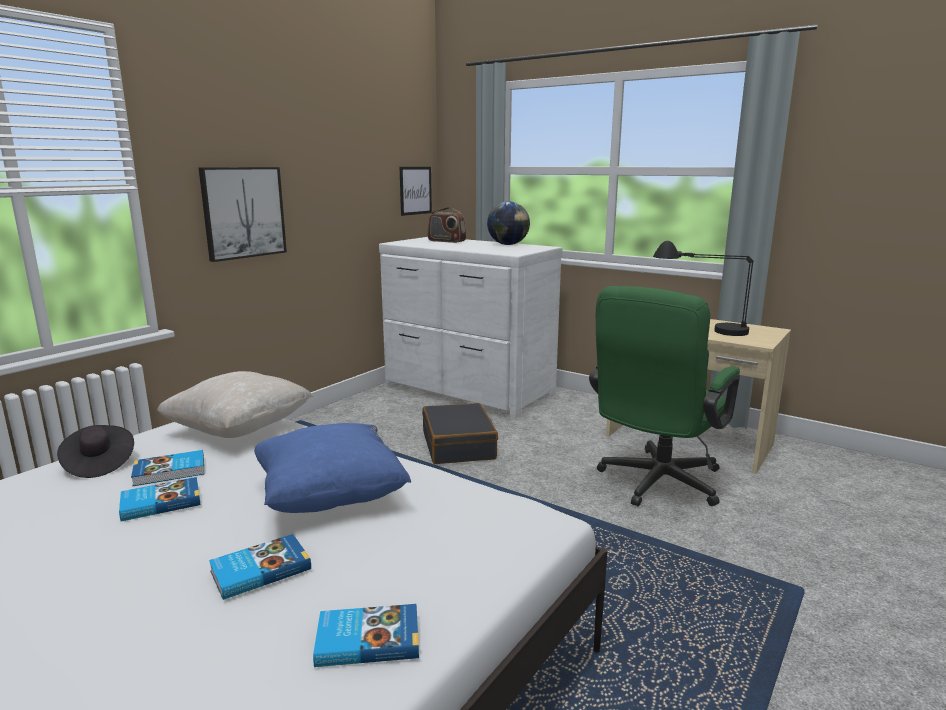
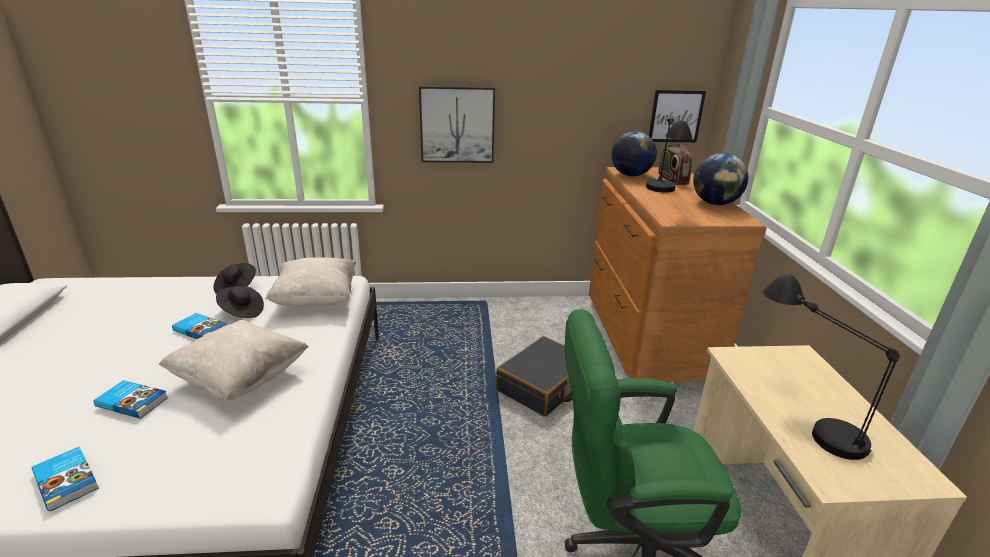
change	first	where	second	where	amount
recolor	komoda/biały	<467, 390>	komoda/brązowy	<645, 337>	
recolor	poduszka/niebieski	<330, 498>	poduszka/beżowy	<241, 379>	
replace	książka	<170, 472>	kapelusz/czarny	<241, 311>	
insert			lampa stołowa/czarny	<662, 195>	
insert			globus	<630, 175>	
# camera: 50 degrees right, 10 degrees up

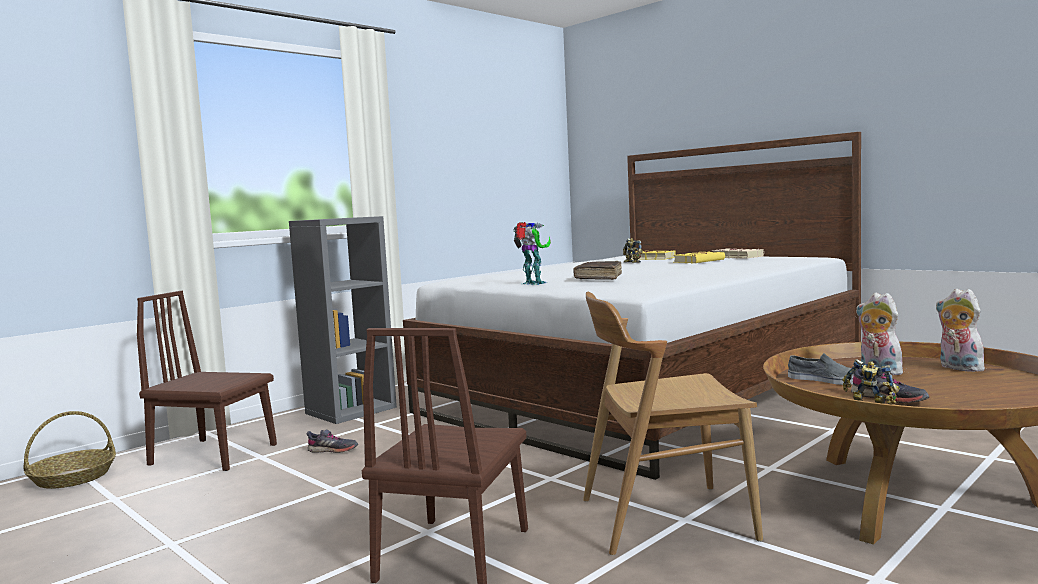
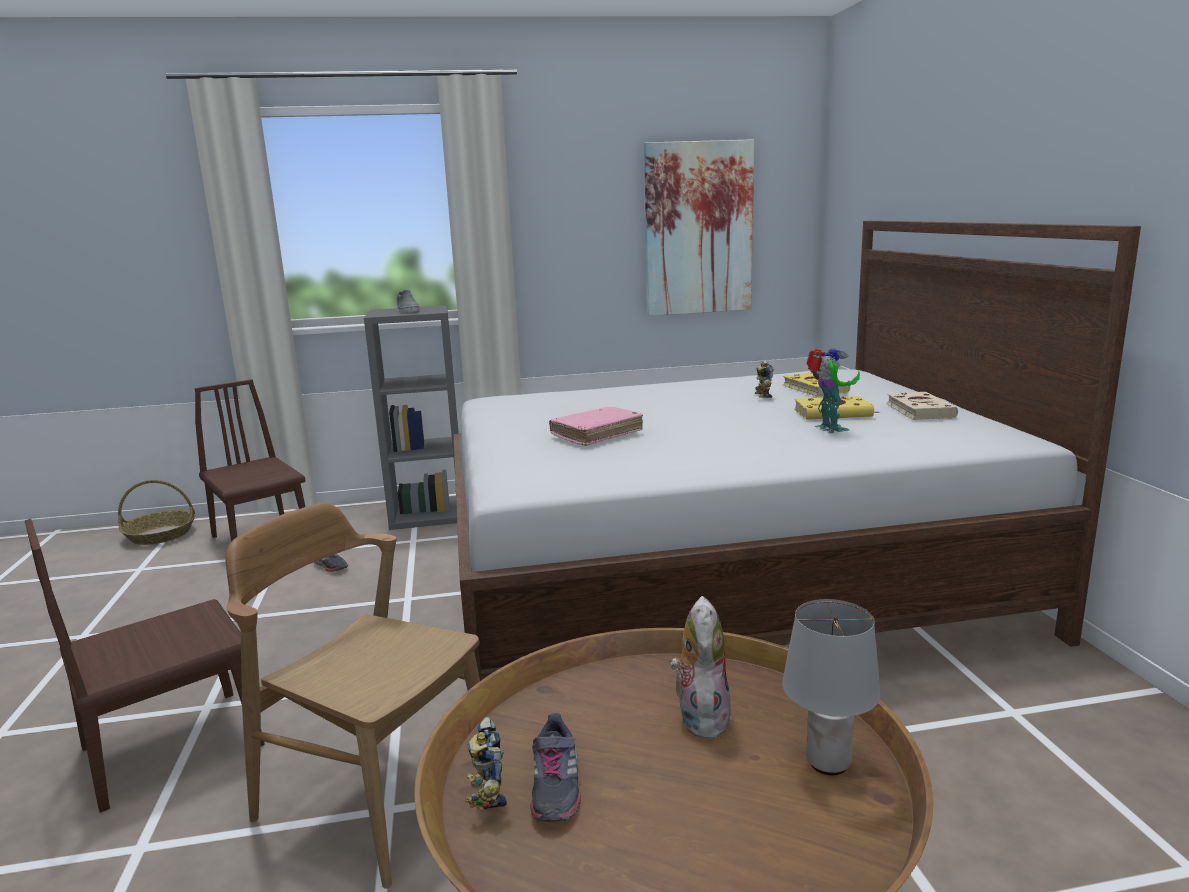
change	first	where	second	where	amount
move	robot zabawkowy	<533, 284>		<829, 429>	
recolor	książka/brązowy	<598, 278>	książka/różowy	<597, 434>	
replace	pluszak	<958, 368>	lampa stołowa/szary	<828, 763>	
move	but/szary	<826, 380>		<407, 310>	
insert			obraz	<698, 229>	
# camera: 35 degrees right, 10 degrees up

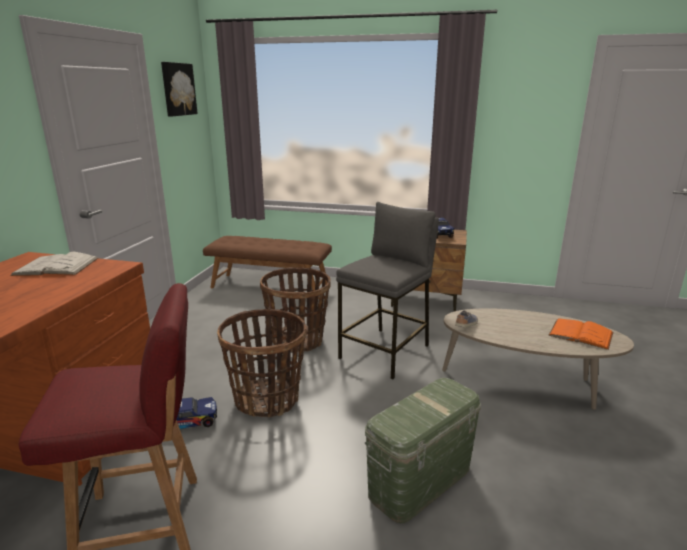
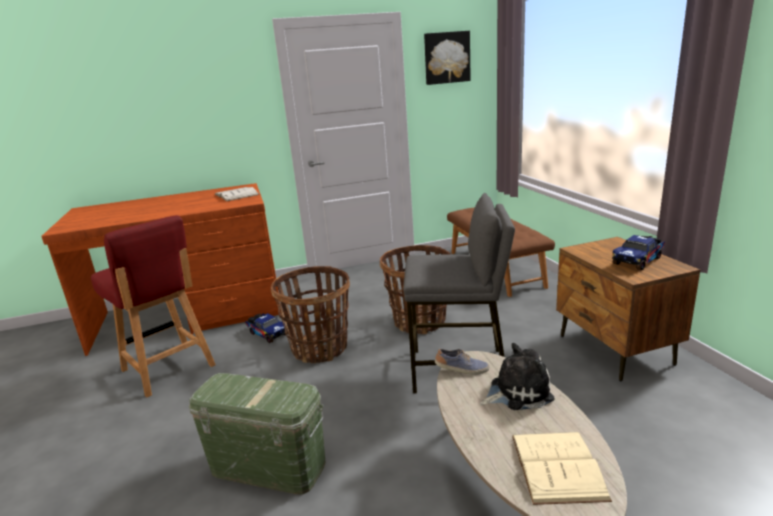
change	first	where	second	where	amount
recolor	książka/pomarańczowy	<581, 334>	książka/beżowy	<557, 466>	
insert			pluszak	<517, 392>	
# camera: 60 degrees right, 0 degrees up

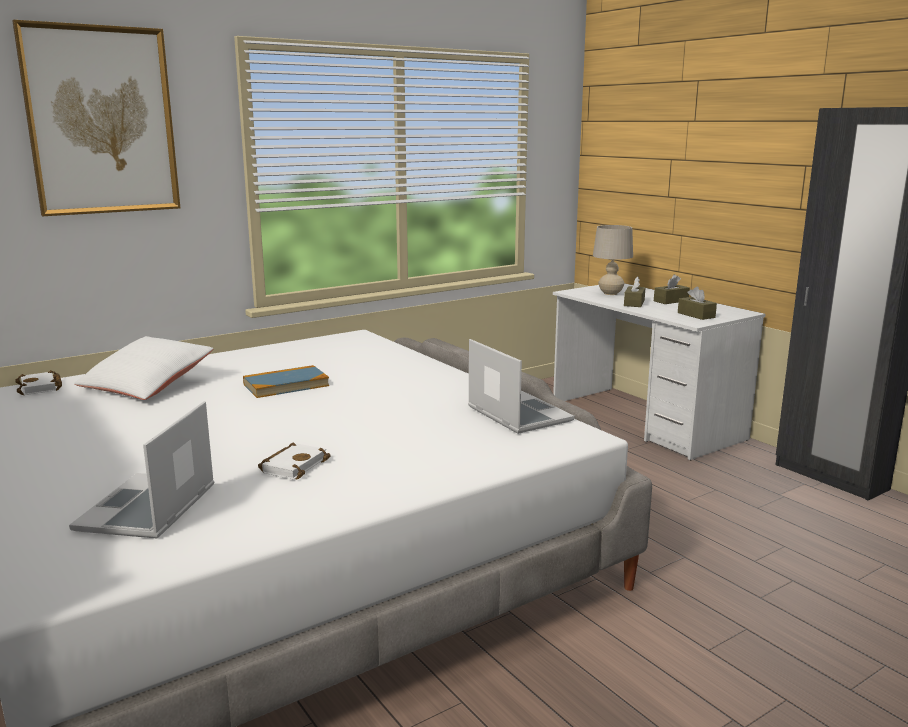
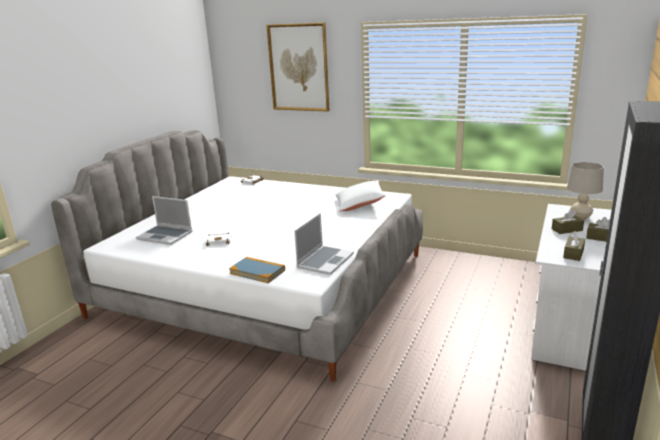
change	first	where	second	where	amount
move	poduszka/biały	<147, 385>		<359, 204>	
move	książka	<286, 385>		<257, 272>	
rotate	laptop	<148, 509>		<166, 236>	135 degrees counterclockwise
# camera: 60 degrees right, 5 degrees up

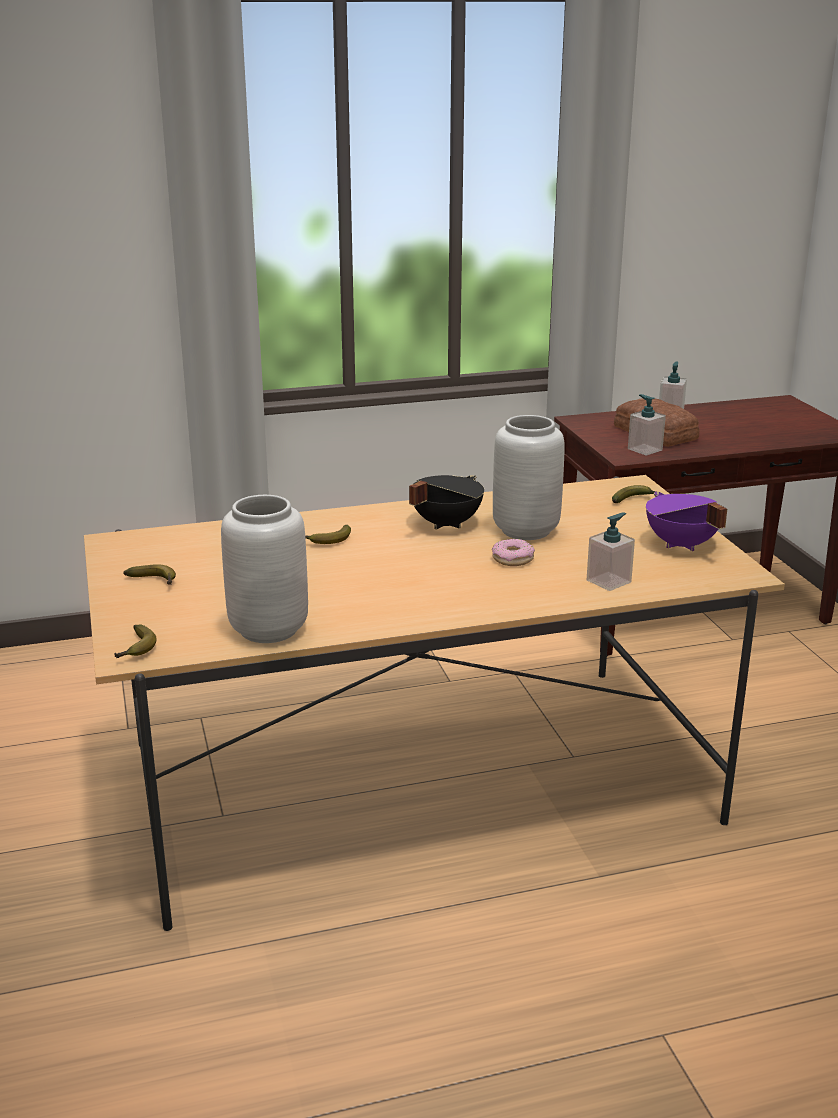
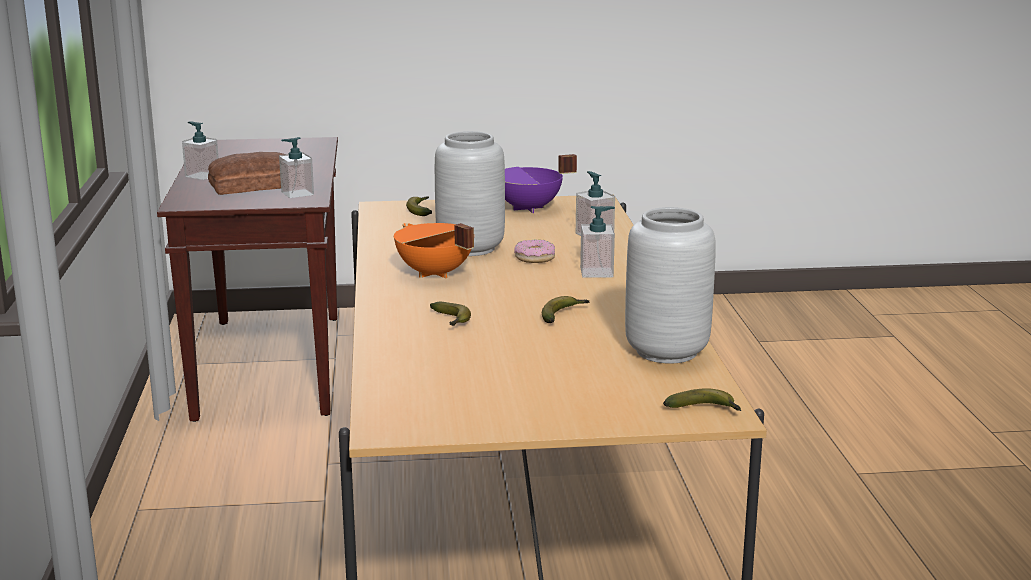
change	first	where	second	where	amount
recolor	garnek/czarny	<444, 523>	garnek/pomarańczowy	<434, 274>	
move	banan	<155, 581>		<563, 315>	
insert			dozownik mydła	<597, 272>	
# camera: 80 degrees left, 5 degrees down

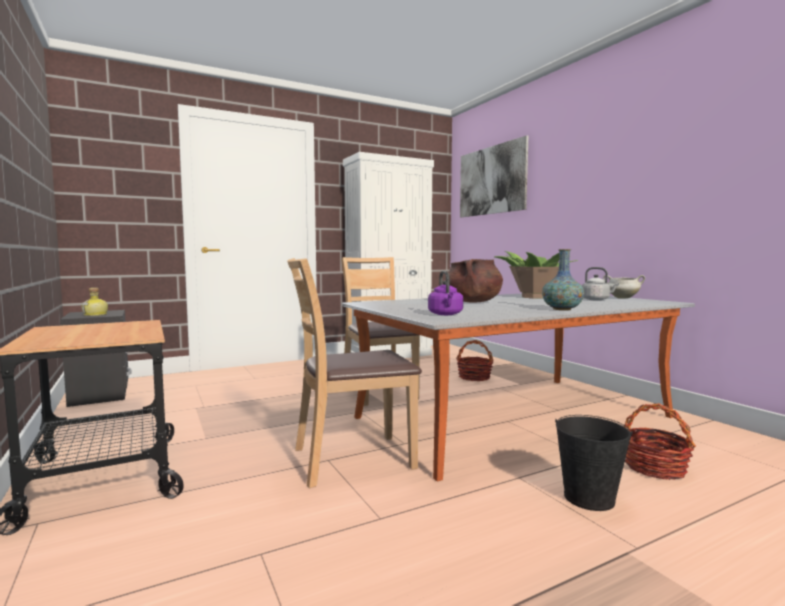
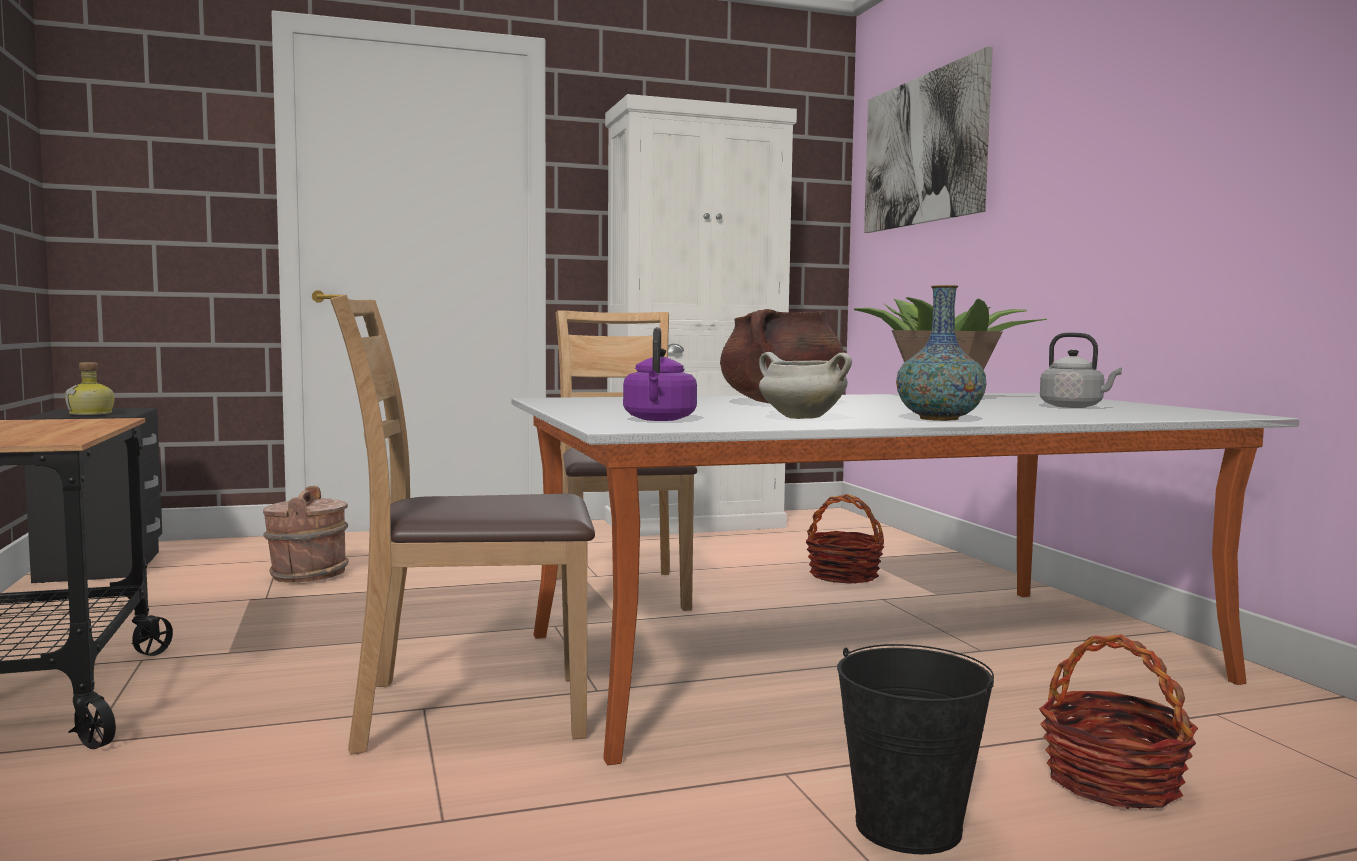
change	first	where	second	where	amount
move	garnek/biały	<622, 298>		<800, 418>	
insert			wiadro/brązowy	<307, 575>	
# camera: 10 degrees right, 0 degrees up

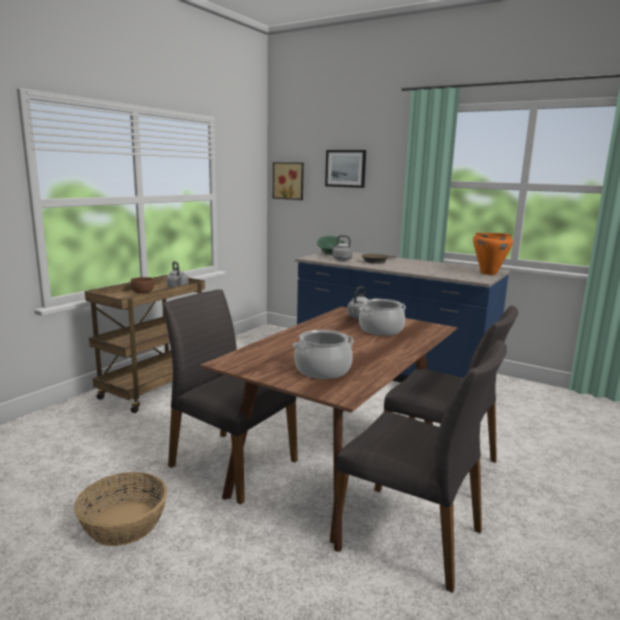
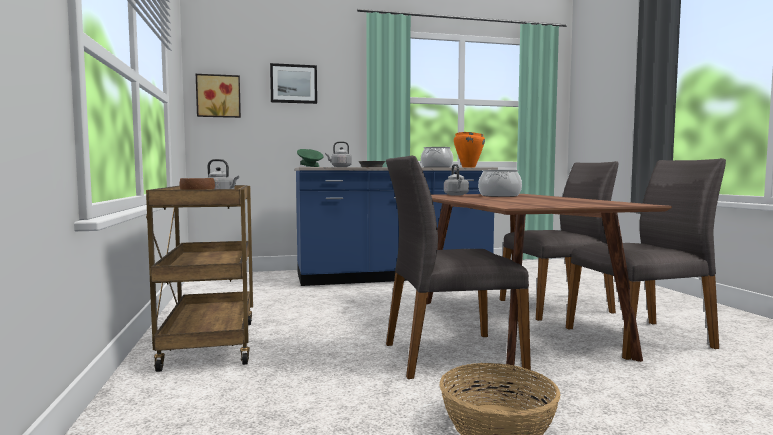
change	first	where	second	where	amount
move	garnek	<322, 370>		<436, 167>	
# camera: 45 degrees left, 10 degrees down

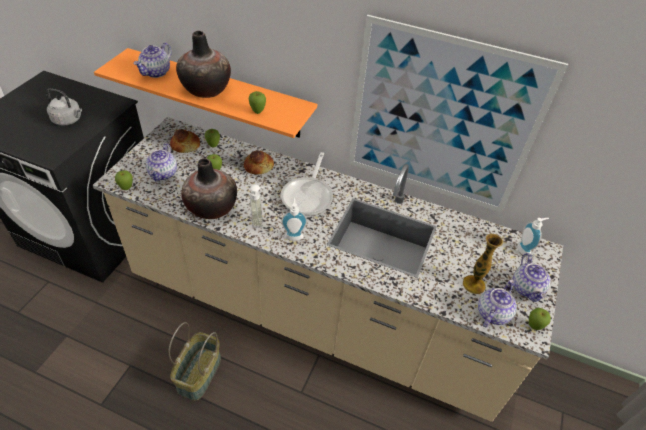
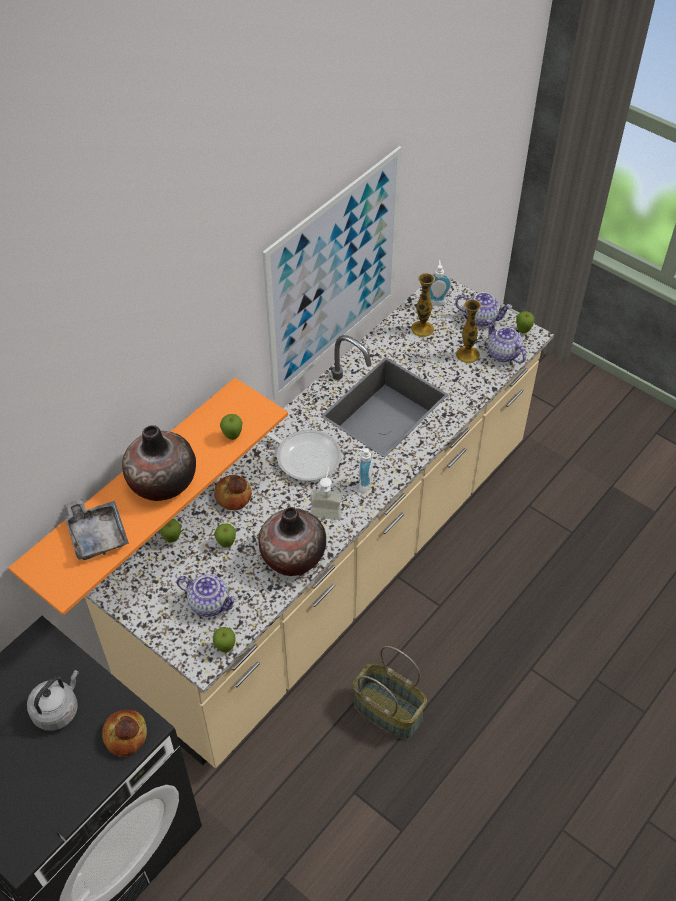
change	first	where	second	where	amount
replace	imbryk	<156, 72>	taca/szary	<97, 535>	
move	chleb	<185, 145>		<125, 735>	
insert			wazon	<422, 329>	
# camera: 70 degrees left, 5 degrees up

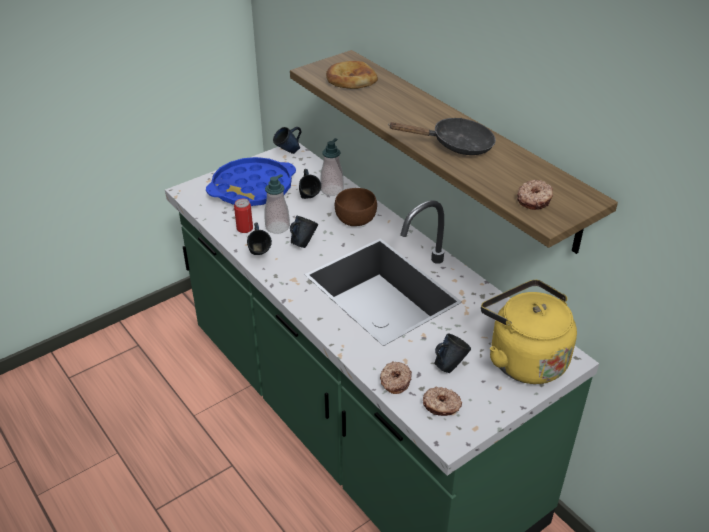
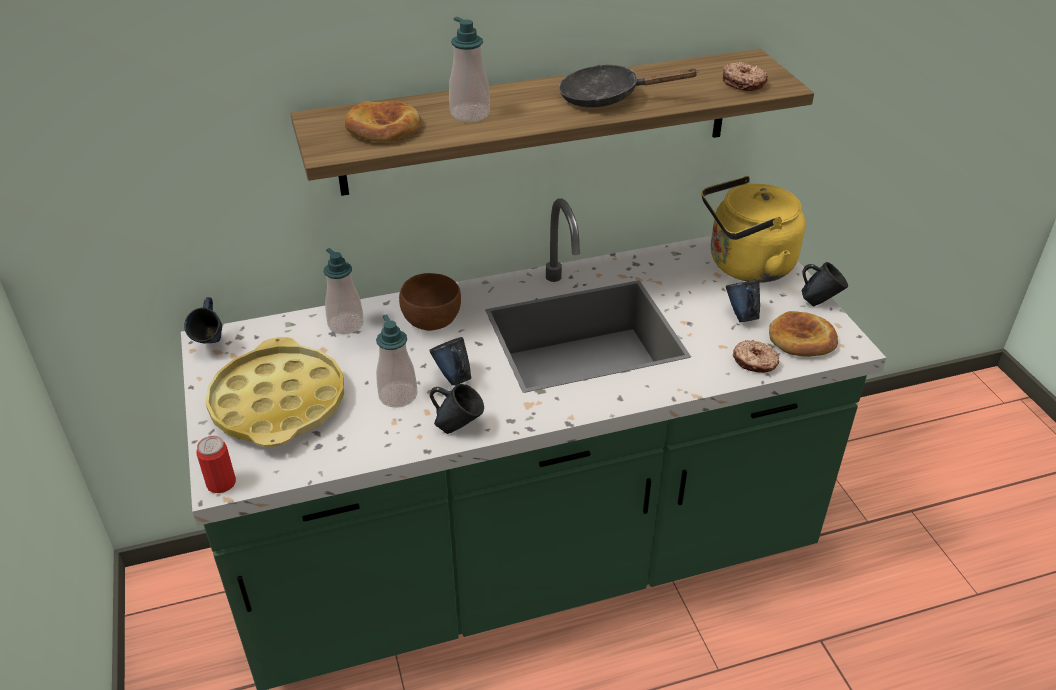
change	first	where	second	where	amount
rotate	patelnia/czarny	<455, 145>		<607, 97>	105 degrees counterclockwise
recolor	taca/niebieski	<252, 188>	taca/żółty	<279, 403>	
move	kubek/niebieski	<309, 200>		<819, 302>	
move	puszka	<244, 228>		<221, 483>	
replace	donut	<441, 406>	chleb	<801, 339>	
insert			dozownik mydła	<470, 114>	
# camera: 70 degrees left, 0 degrees up

